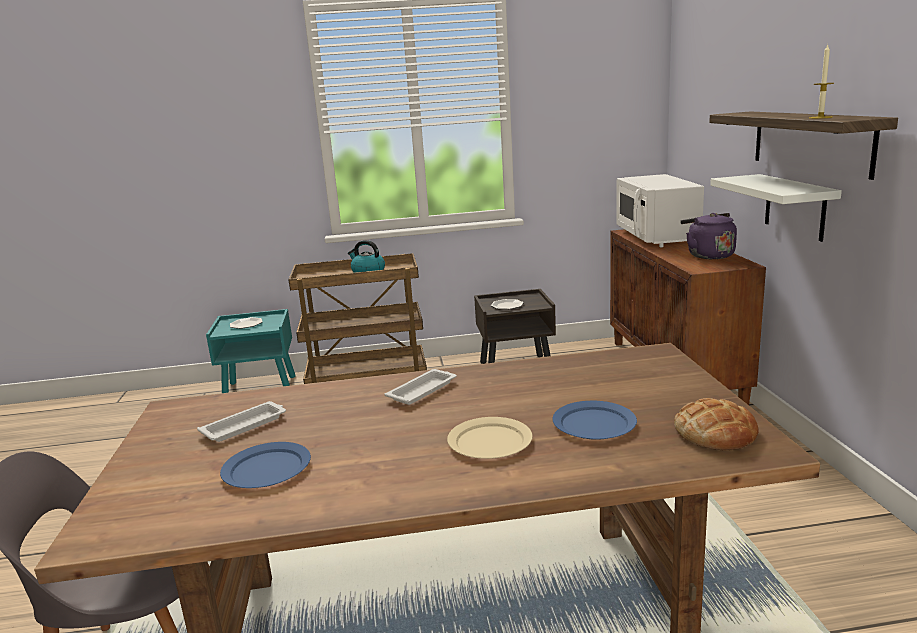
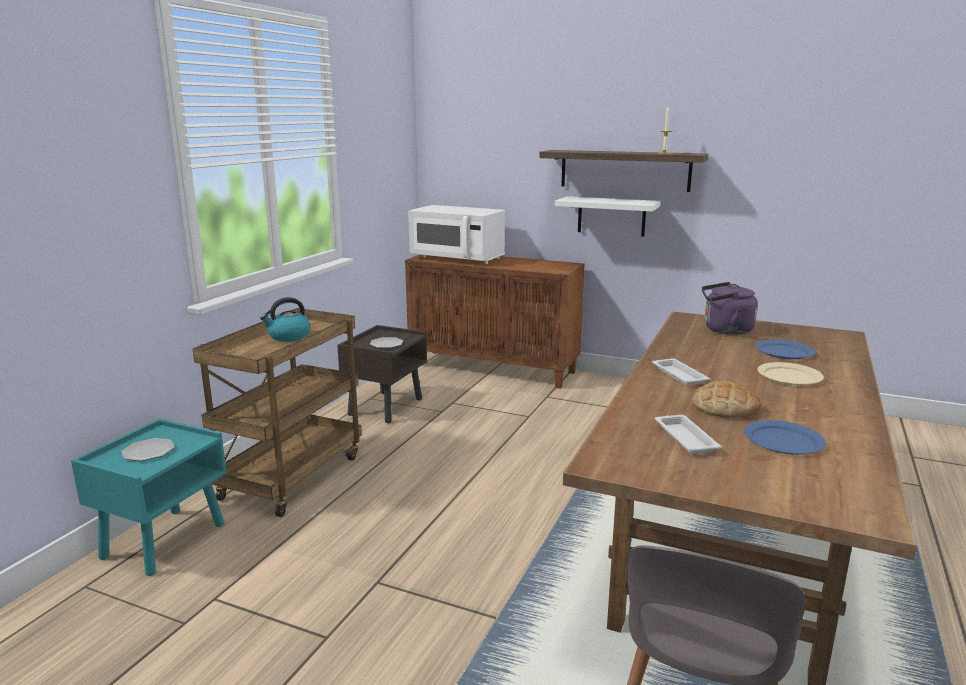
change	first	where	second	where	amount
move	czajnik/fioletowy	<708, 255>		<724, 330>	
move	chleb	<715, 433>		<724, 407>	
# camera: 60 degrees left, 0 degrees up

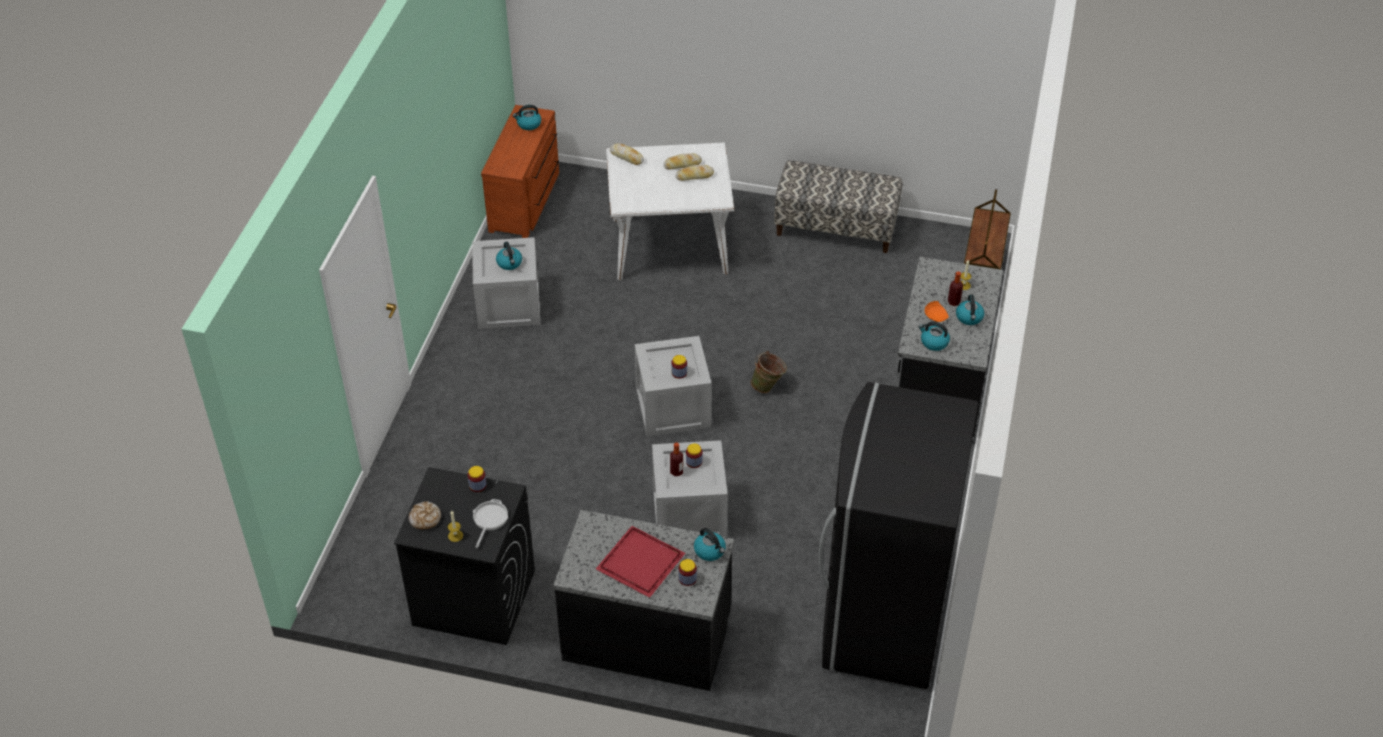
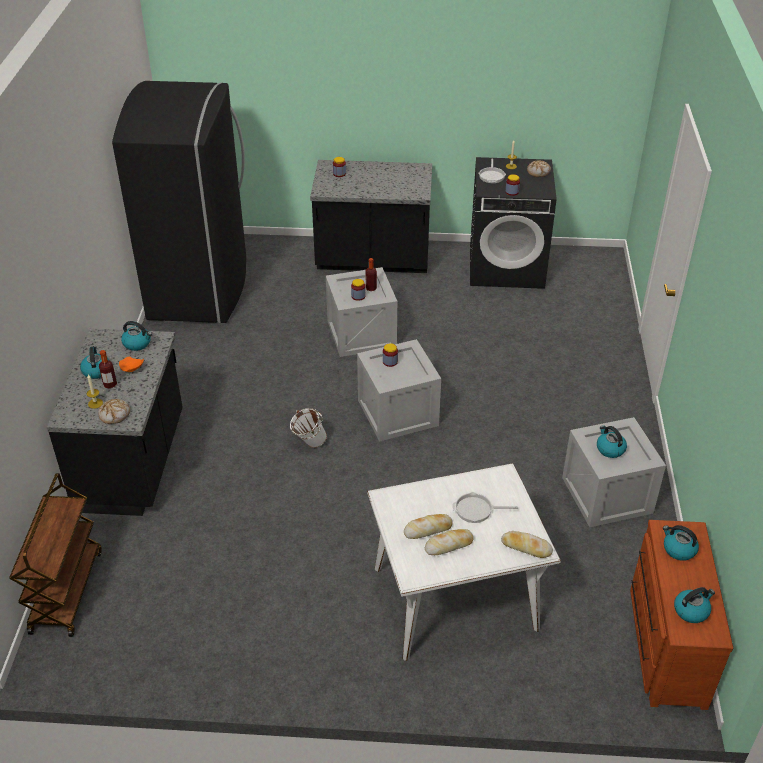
change	first	where	second	where	amount
delete	ławka	<836, 228>			
recolor	wiadro/zielony	<768, 386>	wiadro/biały	<308, 444>	
delete	taca/czerwony	<642, 562>			
move	czajnik	<710, 551>		<678, 549>	
insert			chleb	<115, 414>	
insert			patelnia	<476, 510>	
# camera: 170 degrees right, 5 degrees down

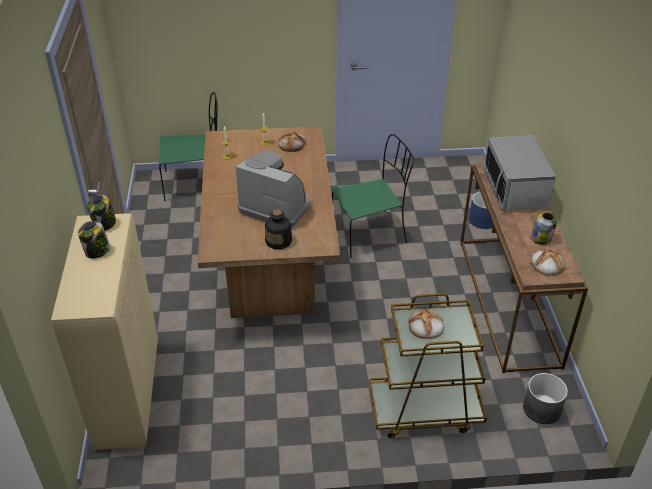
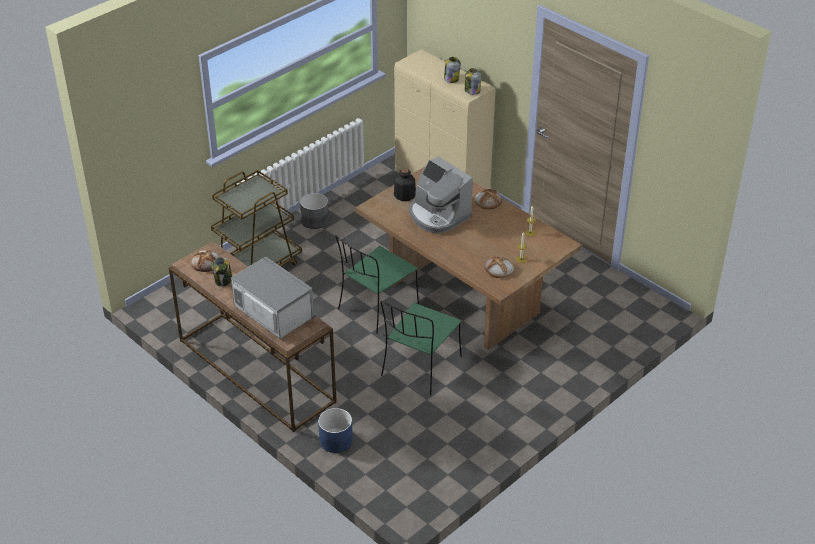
change	first	where	second	where	amount
move	krzesło/zielony	<195, 183>		<377, 308>	
rotate	ekspres do kawy	<276, 207>		<438, 215>	60 degrees clockwise
move	chleb	<425, 326>		<488, 201>	
move	donica/szary	<541, 409>		<315, 220>	
# camera: 140 degrees right, 0 degrees up

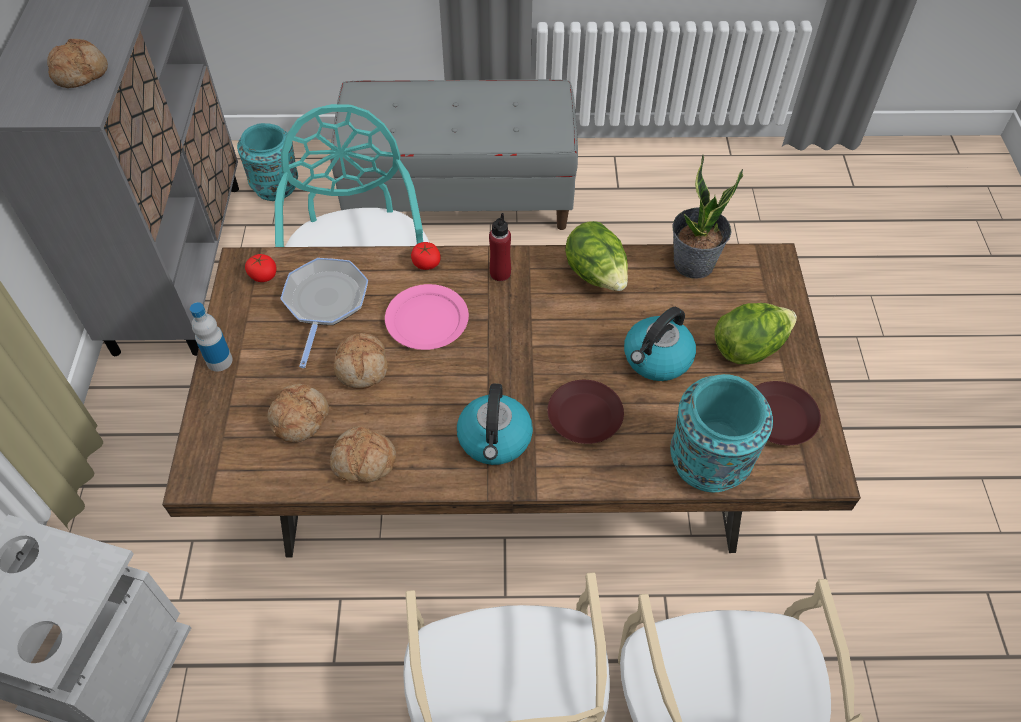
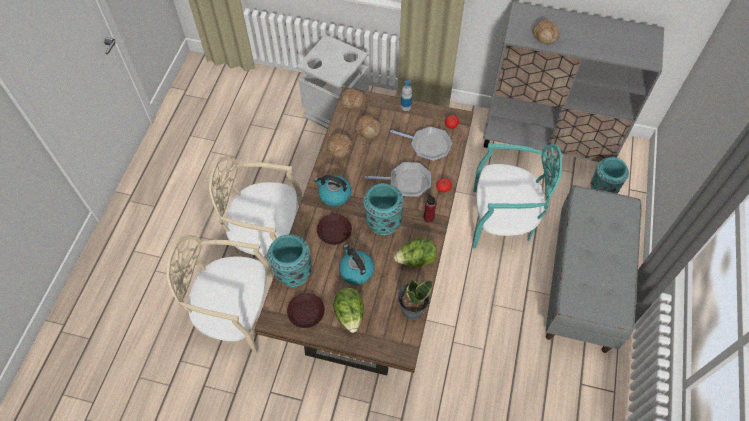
change	first	where	second	where	amount
replace	talerz/różowy	<426, 320>	patelnia	<407, 182>	
move	chleb	<362, 367>		<353, 102>	
insert			wazon/turkusowy	<383, 222>	
# camera: 105 degrees right, 5 degrees up

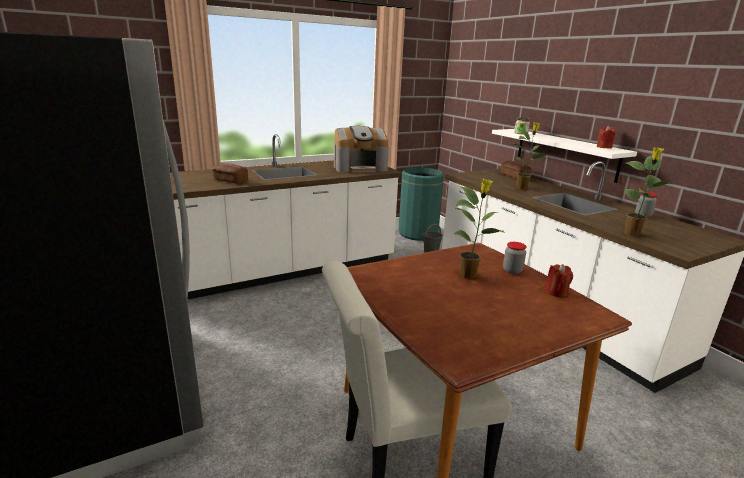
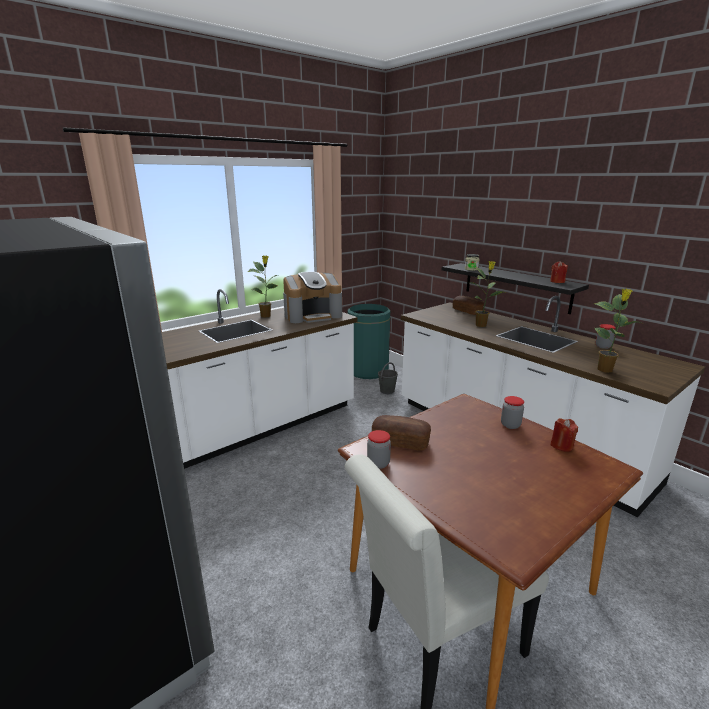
change	first	where	second	where	amount
recolor	półka/biały	<565, 154>	półka/czarny	<516, 287>	
move	chleb	<230, 180>		<400, 442>	
move	roślina doniczkowa	<469, 275>		<266, 316>	
insert			słoik	<378, 463>	
# camera: 10 degrees left, 0 degrees up

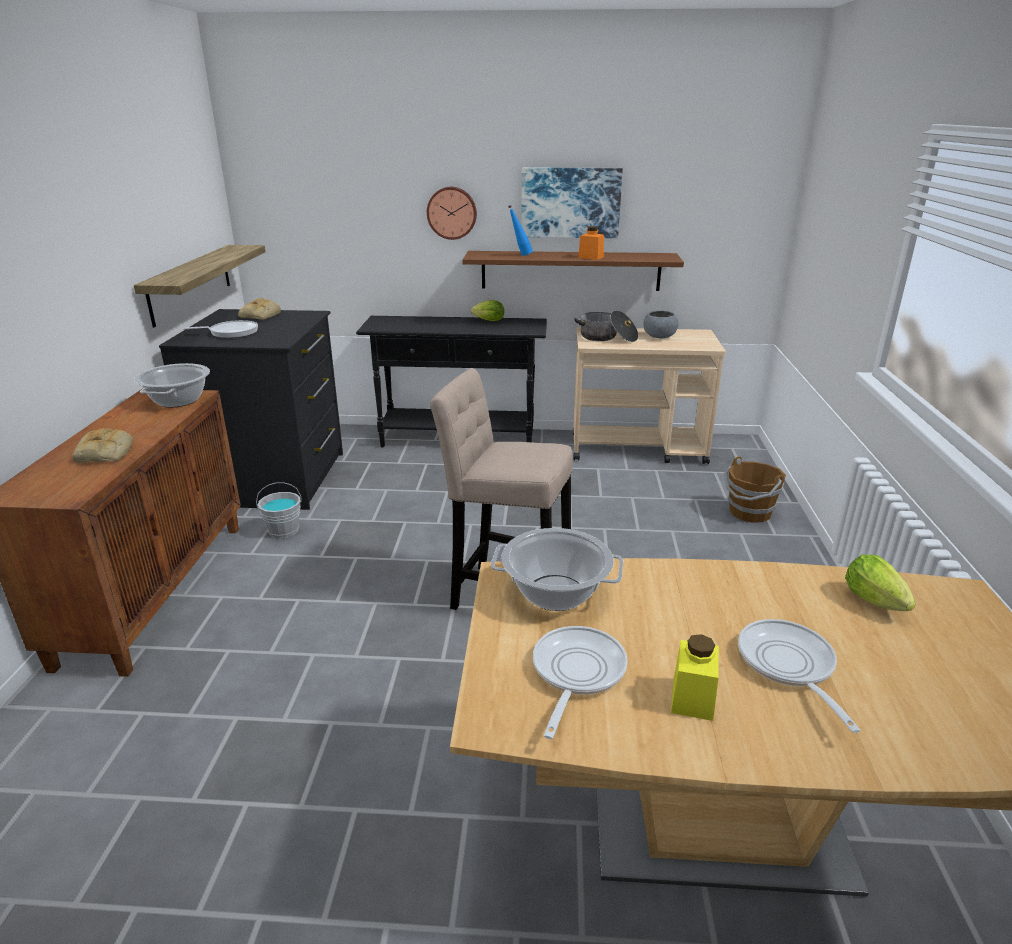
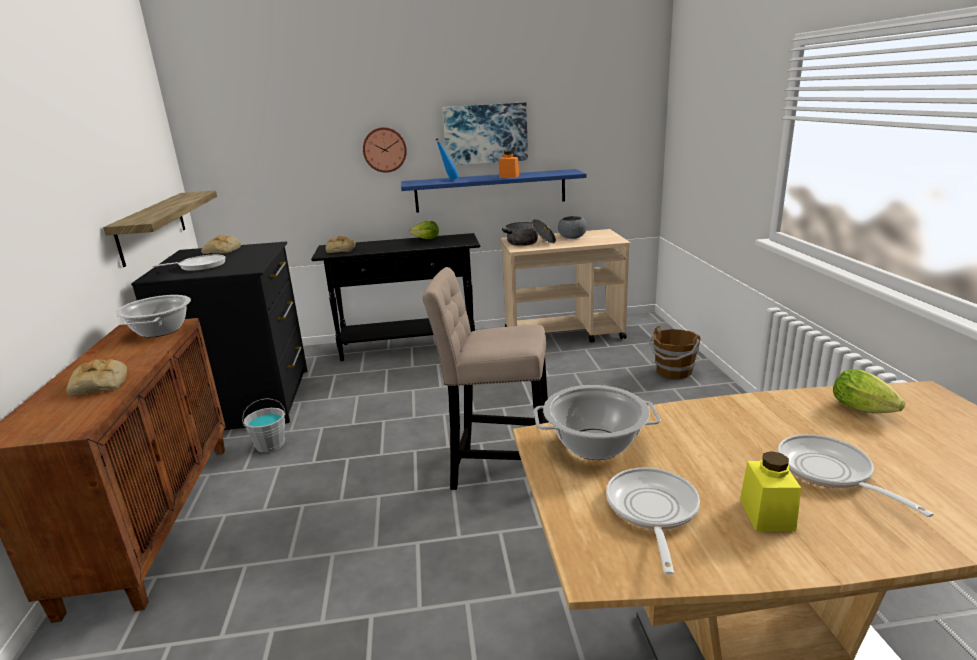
change	first	where	second	where	amount
recolor	półka/brązowy	<570, 270>	półka/niebieski	<490, 190>	
insert			chleb	<340, 249>	
# camera: 10 degrees left, 5 degrees down

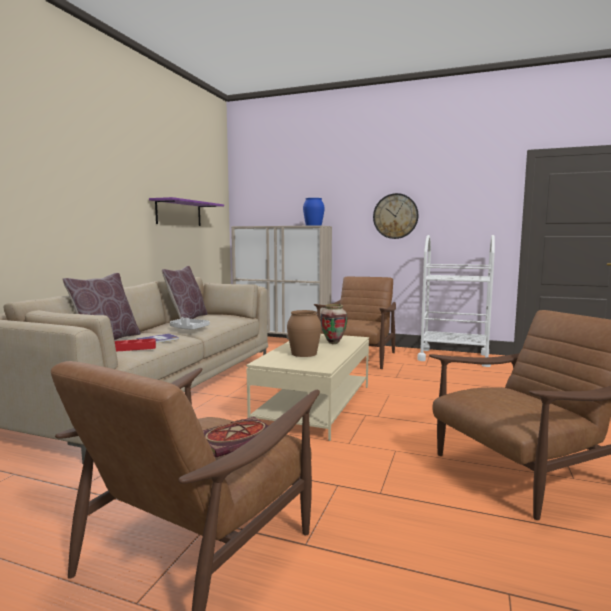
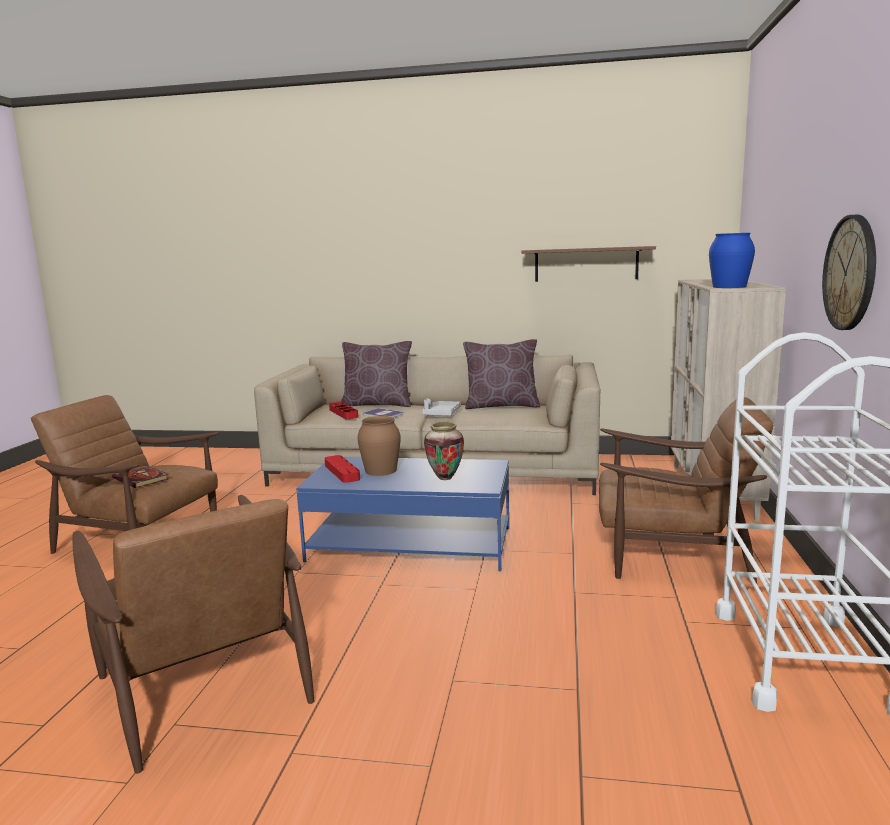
change	first	where	second	where	amount
recolor	półka/fioletowy	<179, 213>	półka/brązowy	<586, 264>	
recolor	ława/beżowy	<314, 405>	ława/niebieski	<411, 544>	
insert			taca/czerwony	<342, 472>	
# camera: 80 degrees right, 5 degrees up

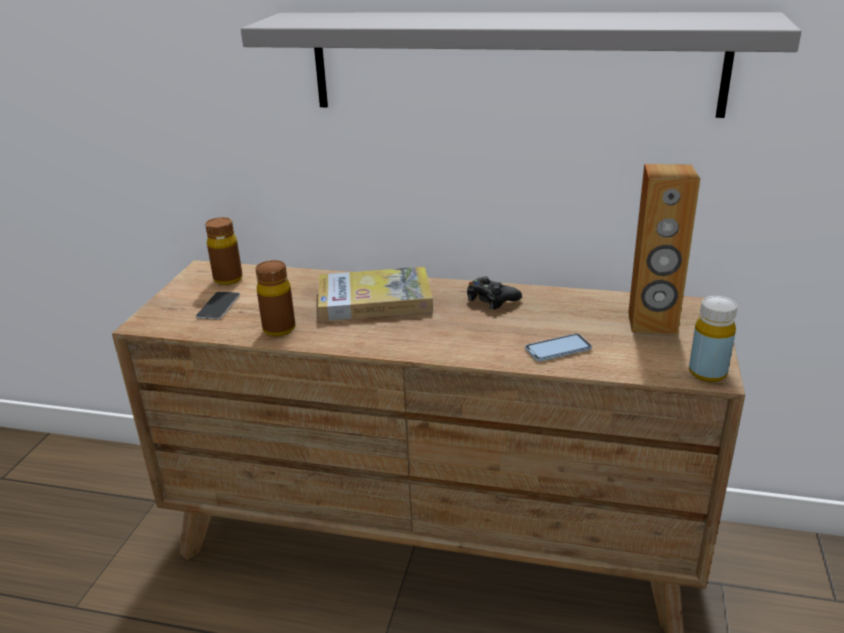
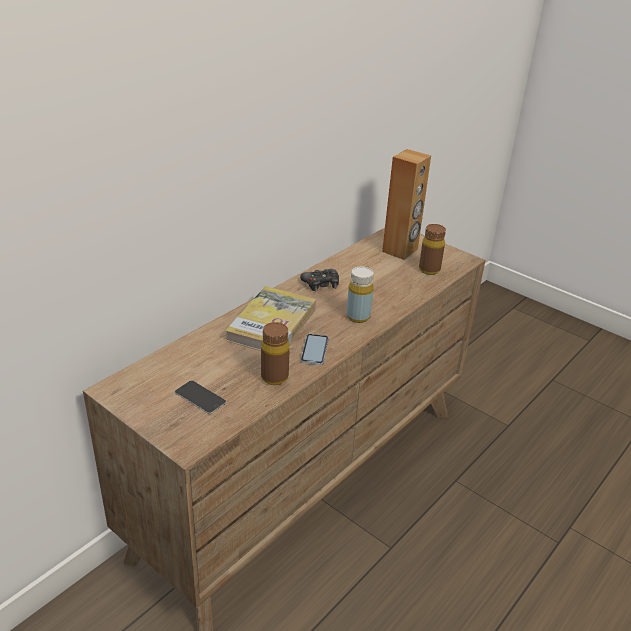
change	first	where	second	where	amount
delete	półka/szary	<512, 63>			
move	butelka/brązowy	<228, 279>		<429, 270>	
move	butelka/żółty	<707, 373>		<358, 316>	
move	telefon	<558, 349>		<314, 350>	
# camera: 65 degrees left, 5 degrees up

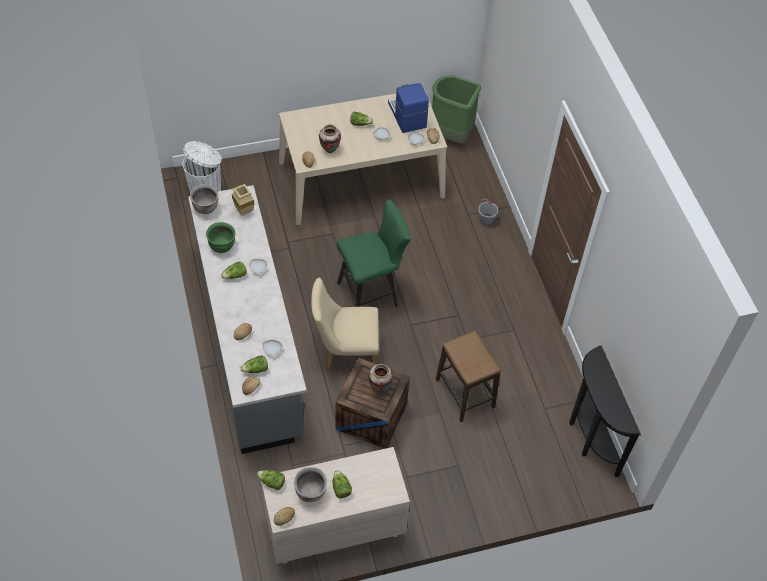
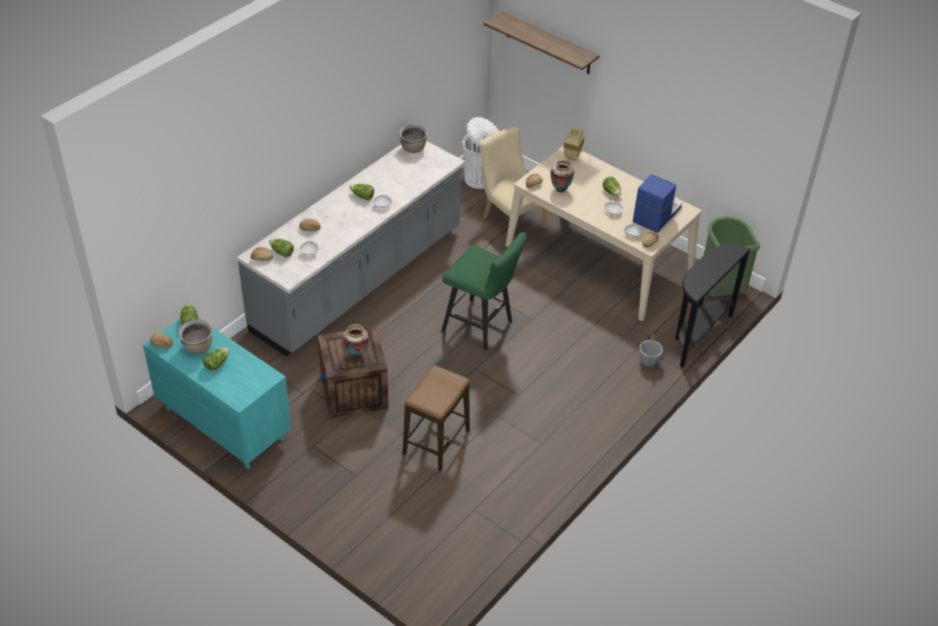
change	first	where	second	where	amount
move	wazon/beżowy	<245, 212>		<572, 158>	
delete	garnek/zielony	<222, 246>			
move	krzesło/beżowy	<345, 352>		<510, 220>	
move	stolik konsolowy/czarny	<589, 437>		<697, 335>	
recolor	komoda/beżowy	<334, 528>	komoda/turkusowy	<223, 423>	
insert			półka	<548, 43>	
# camera: 55 degrees right, 10 degrees down

